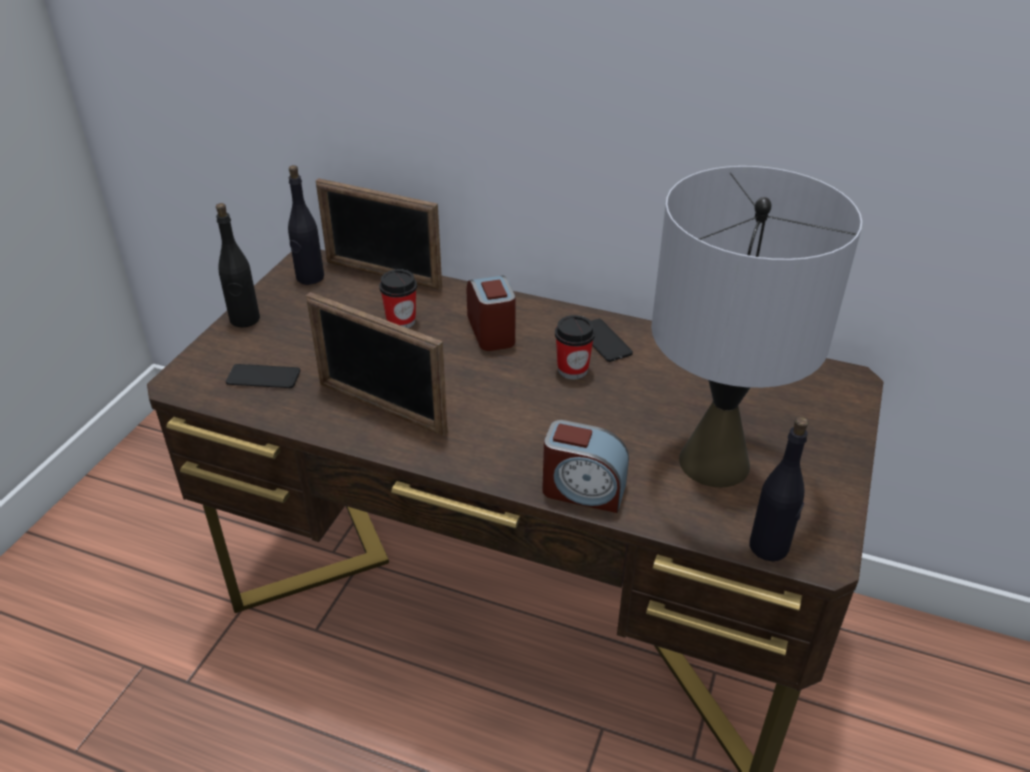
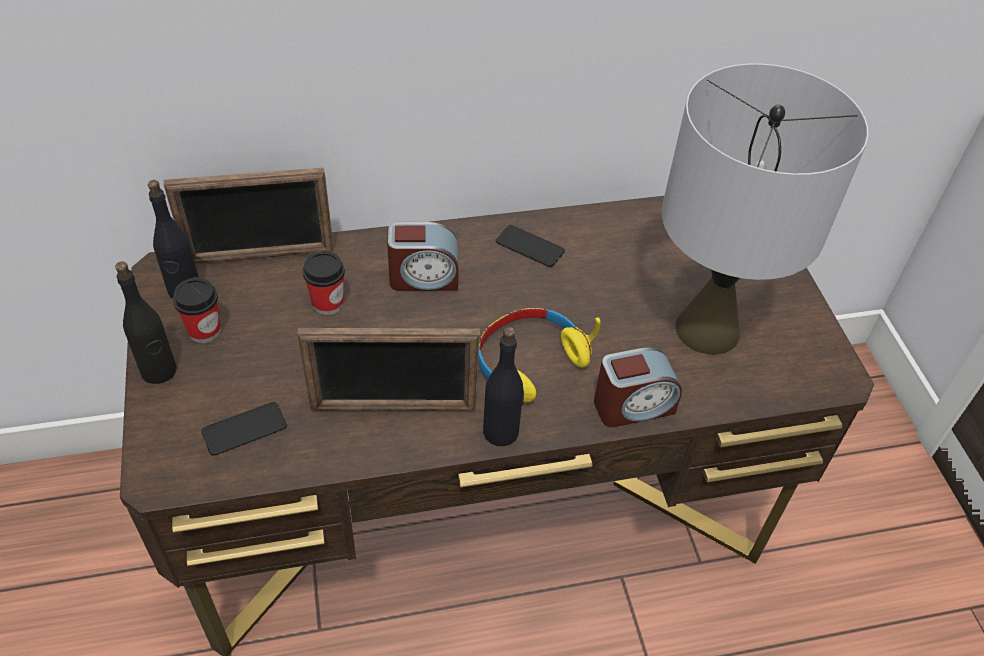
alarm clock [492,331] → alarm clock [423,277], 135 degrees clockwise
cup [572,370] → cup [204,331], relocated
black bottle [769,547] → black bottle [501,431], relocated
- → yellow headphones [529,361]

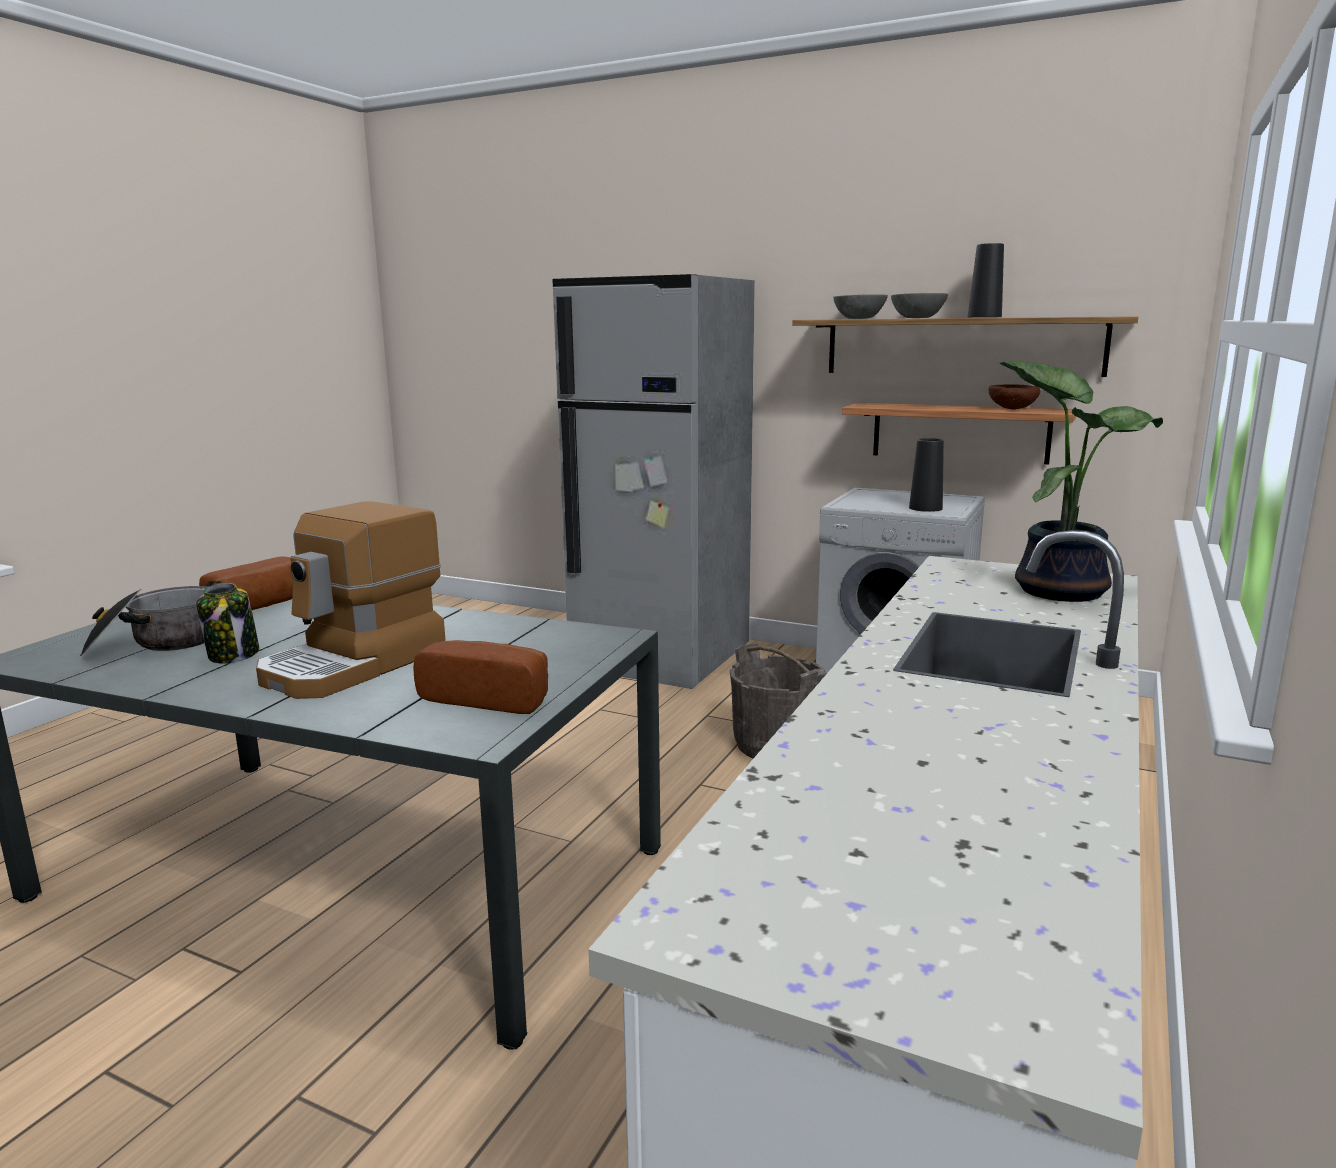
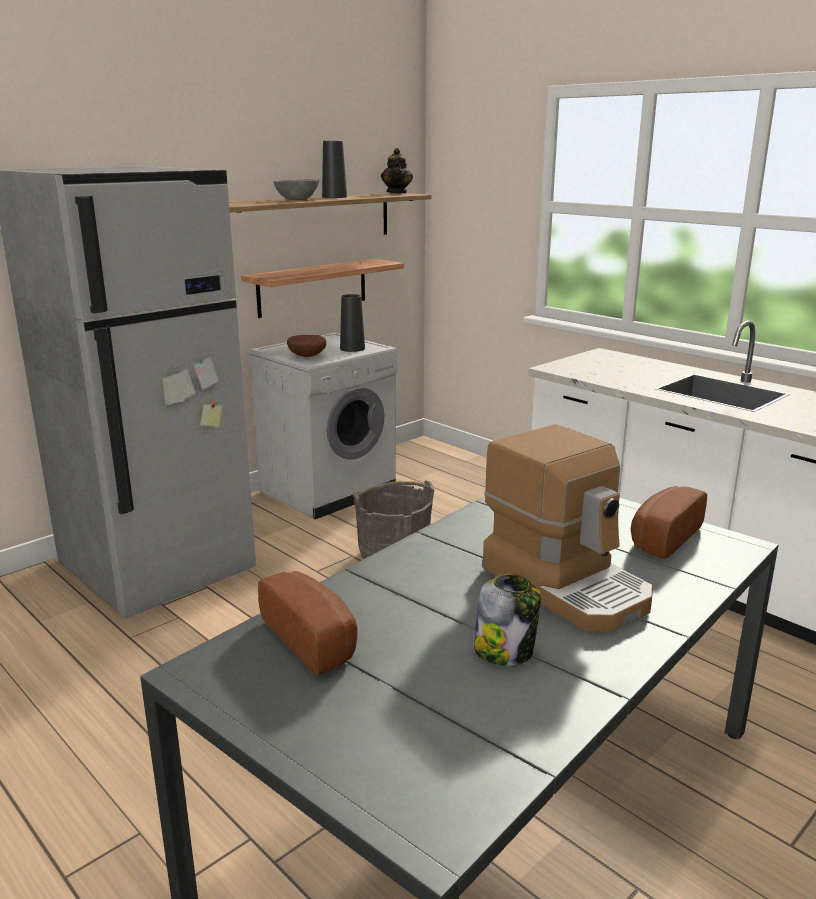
cooking pot [157,643] → -
grey bowl [859,318] → -
brown bowl [1011,409] → brown bowl [307,356], relocated
potted plant [1060,590] → -
- → teapot [397,193]

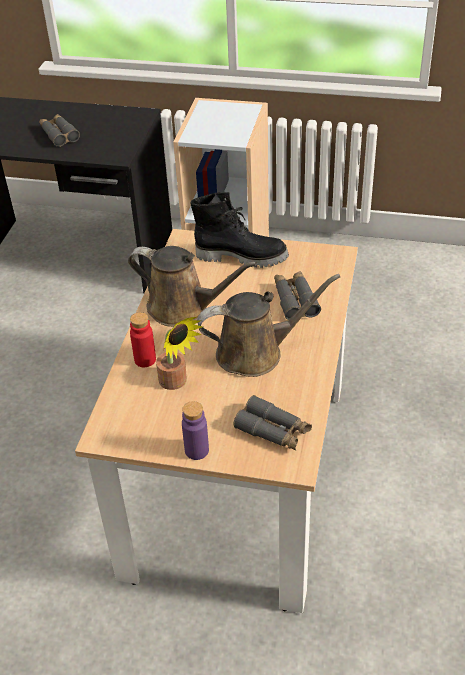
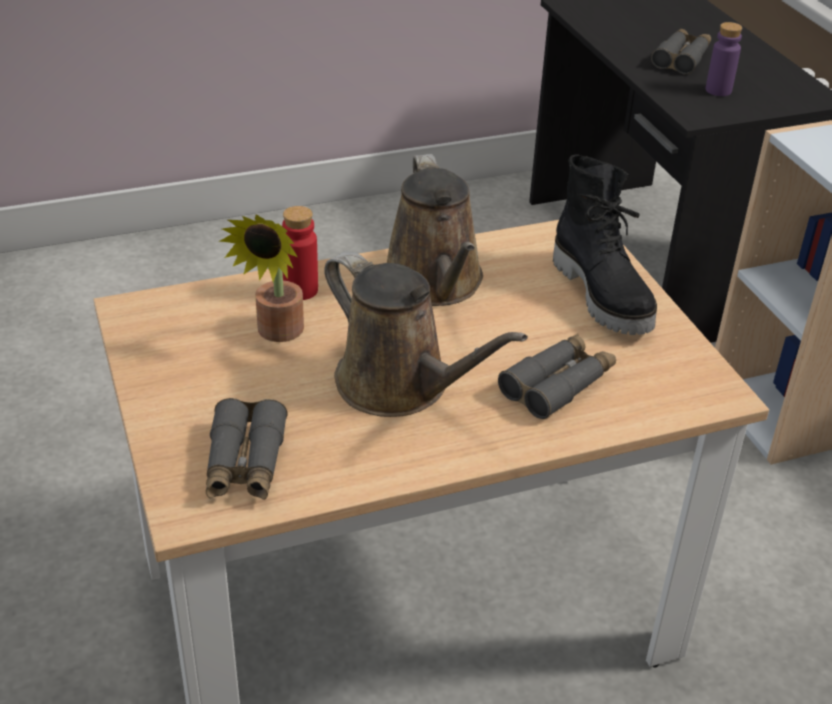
purple bottle [196,450] → purple bottle [718,90], relocated

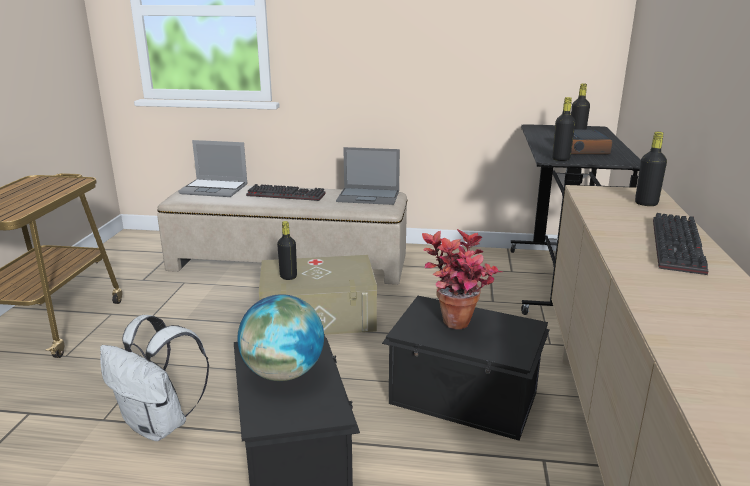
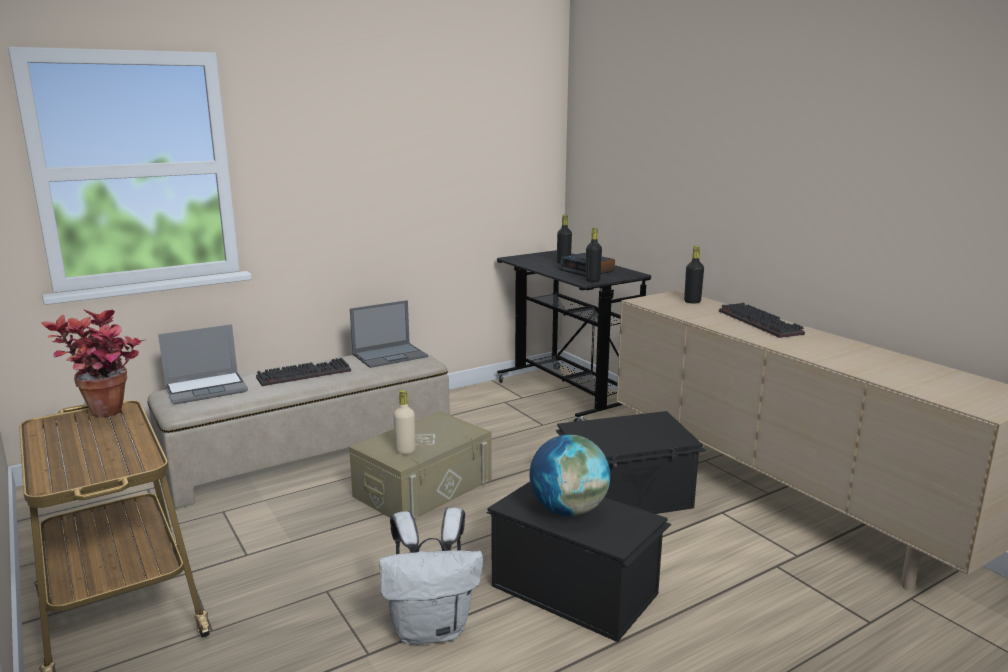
black bottle [288,277] → beige bottle [405,451]
potted plant [456,329] → potted plant [108,416], relocated

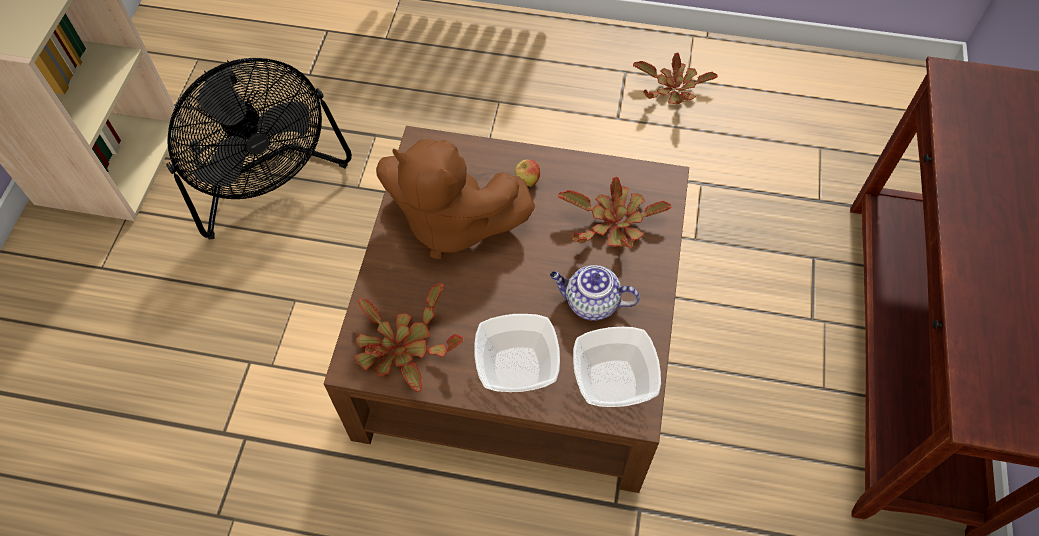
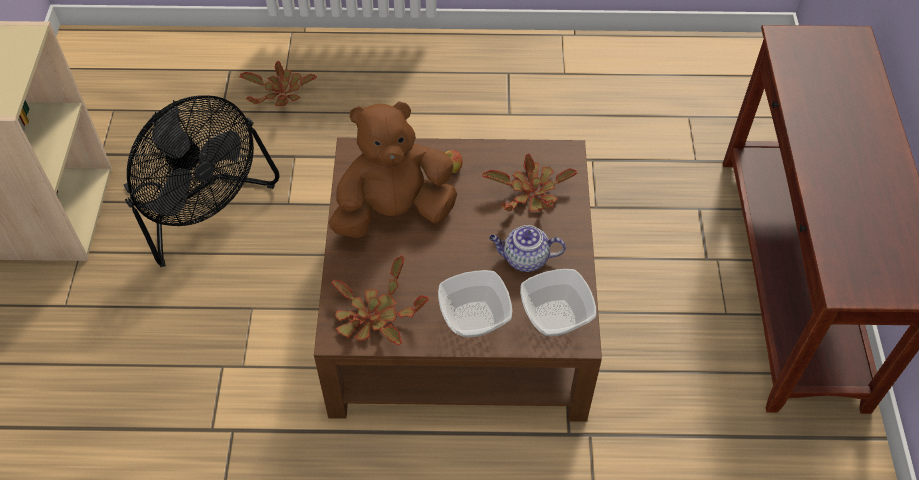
brown plush toy [451,223] → brown plush toy [394,212], 150 degrees clockwise
potted plant [673,89] → potted plant [280,94], relocated

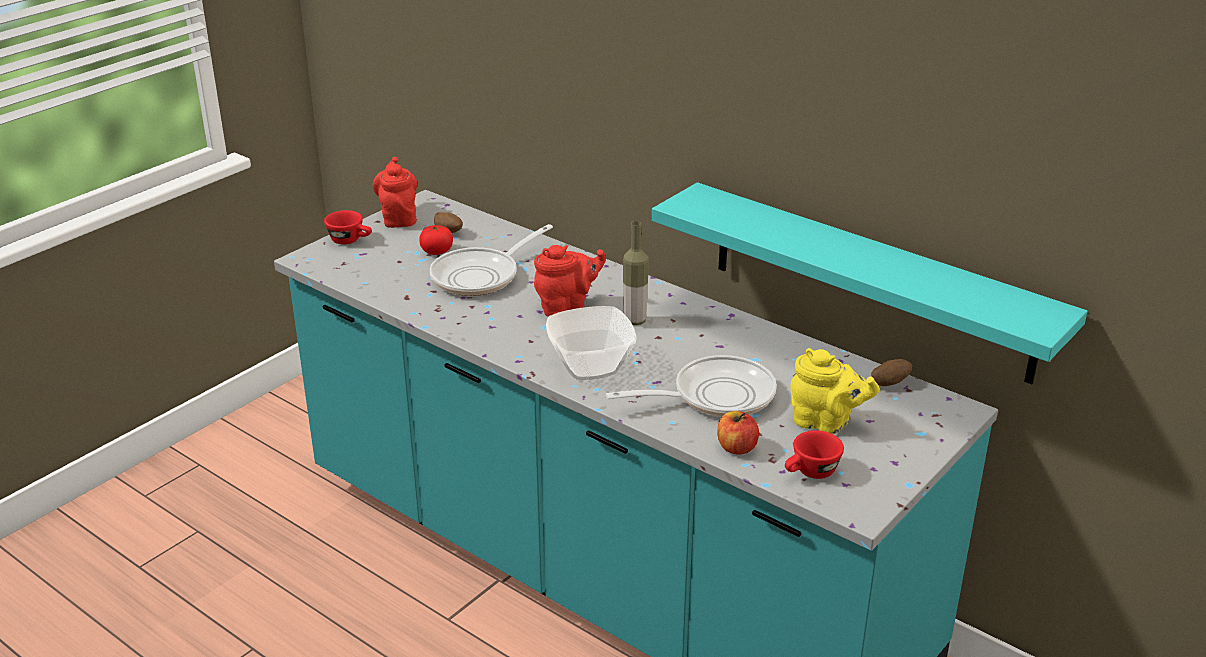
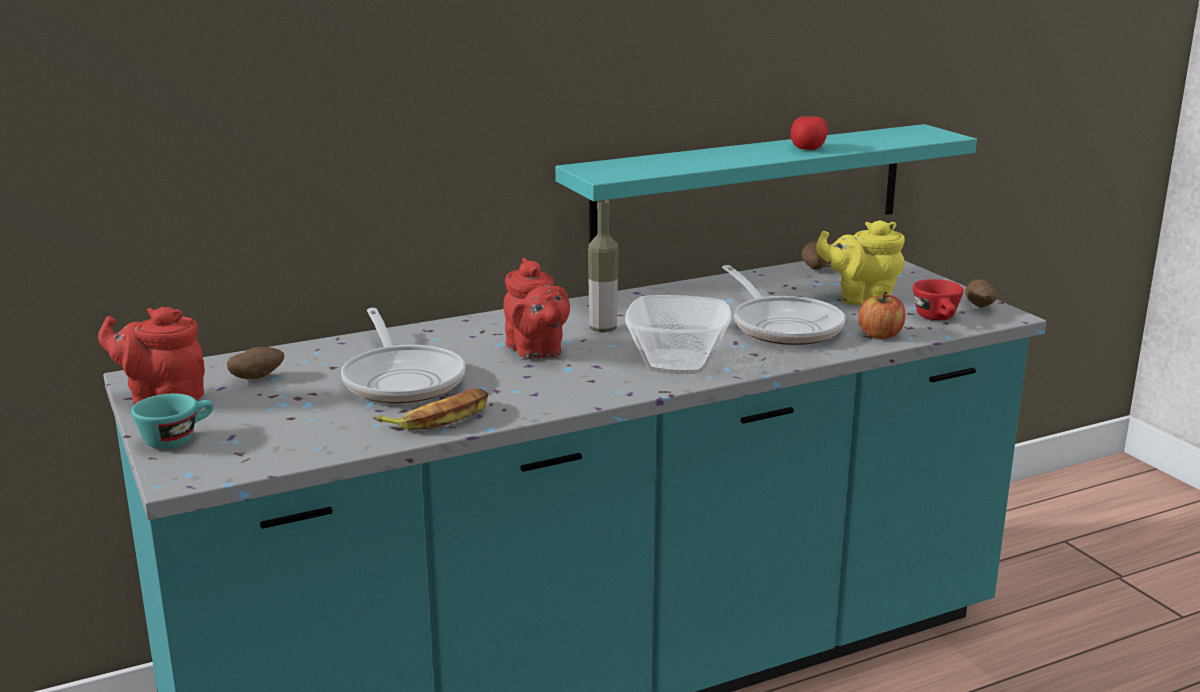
red cup [351,240] → turquoise cup [177,439]
tomato [437,251] → tomato [808,148], relocated
red teapot [567,307] → red teapot [536,351], 150 degrees clockwise
frying pan [715,396] → frying pan [783,326], 150 degrees clockwise
yellow teapot [826,423] → yellow teapot [861,299], 135 degrees counterclockwise
- → banana [438,418]
- → potato [979,307]

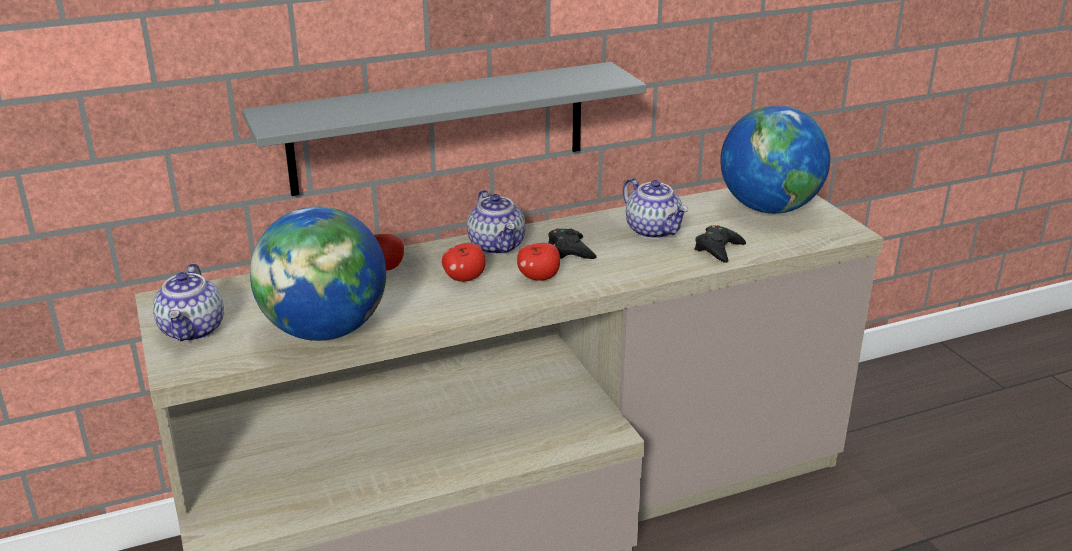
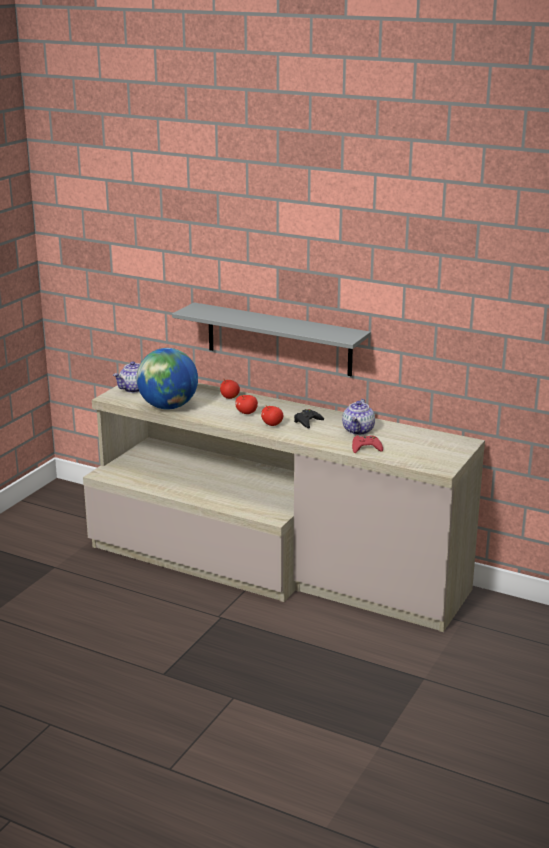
teapot [497,246] → -
black game controller [718,249] → red game controller [366,448]
globe [768,208] → -

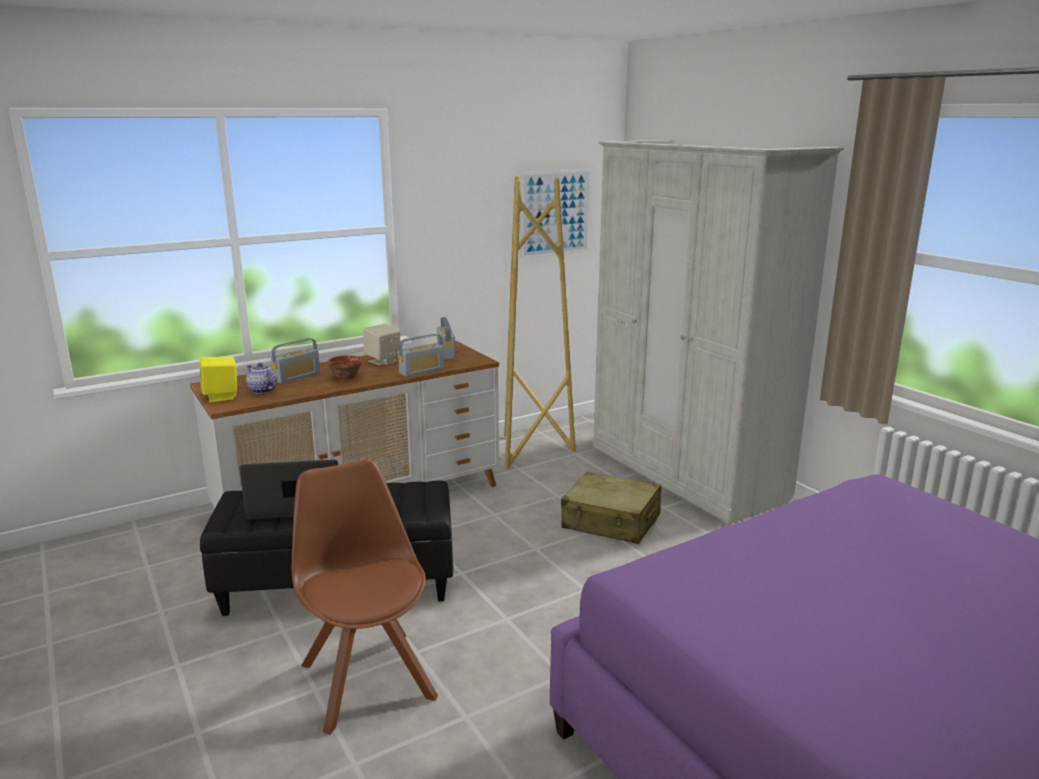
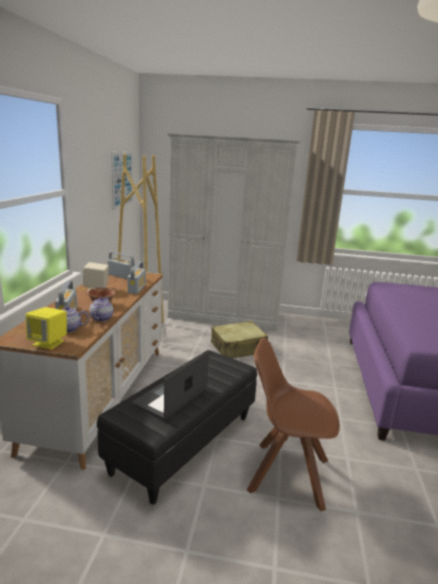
- → teapot [101,318]

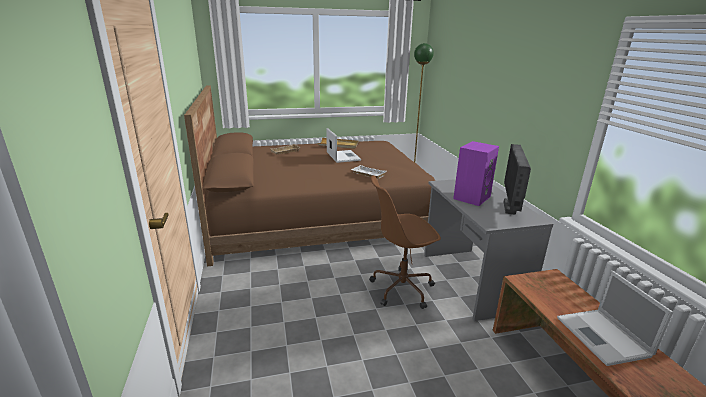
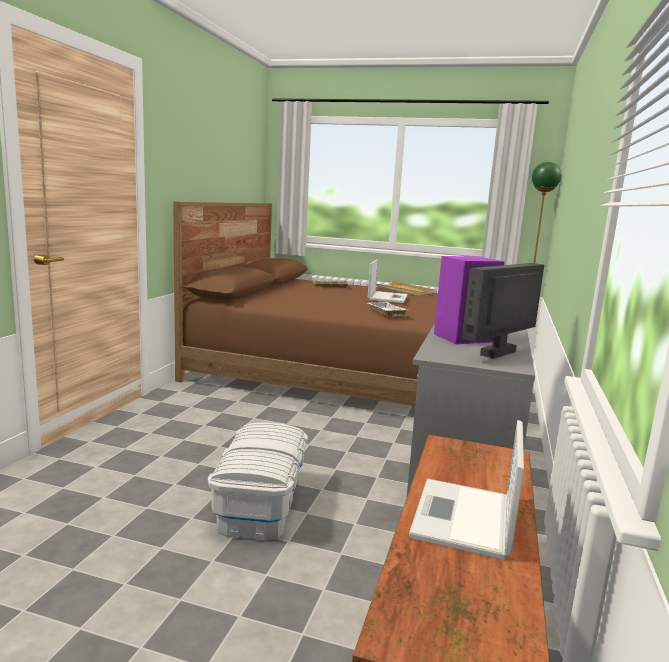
brown office chair [400,289] → -
- → white storage box [261,504]

